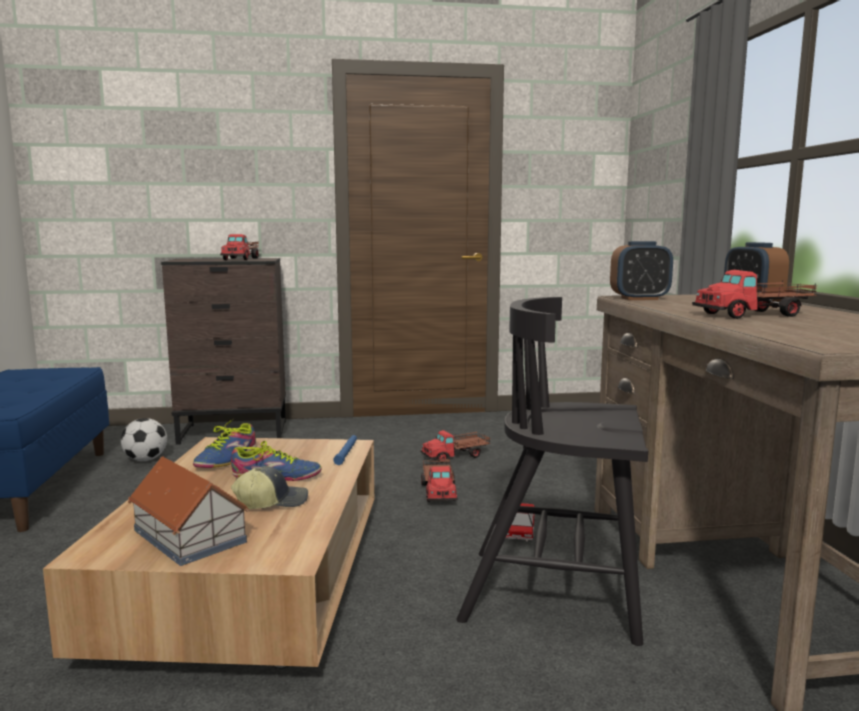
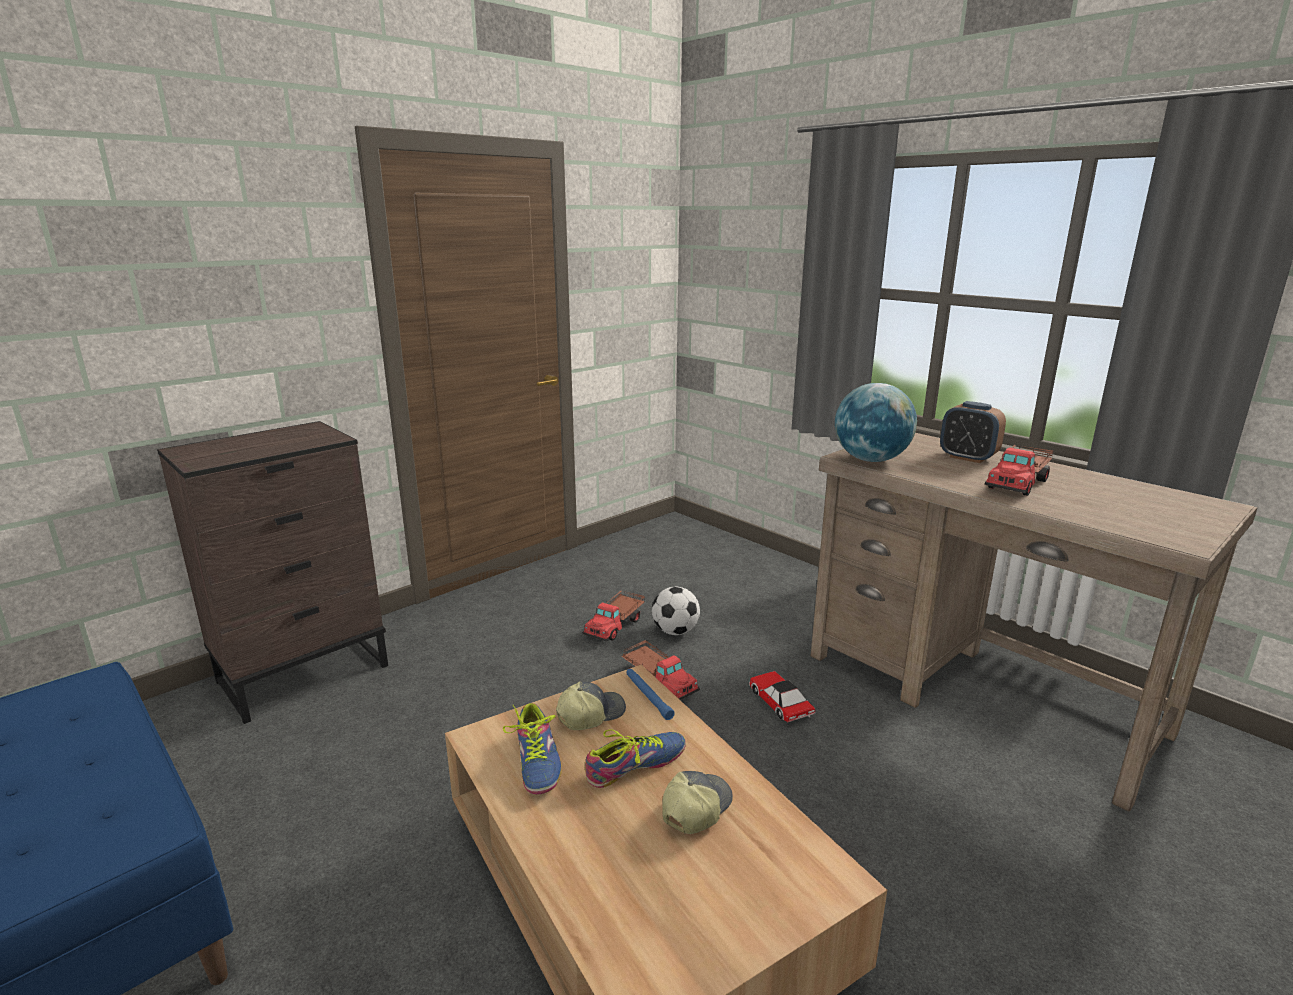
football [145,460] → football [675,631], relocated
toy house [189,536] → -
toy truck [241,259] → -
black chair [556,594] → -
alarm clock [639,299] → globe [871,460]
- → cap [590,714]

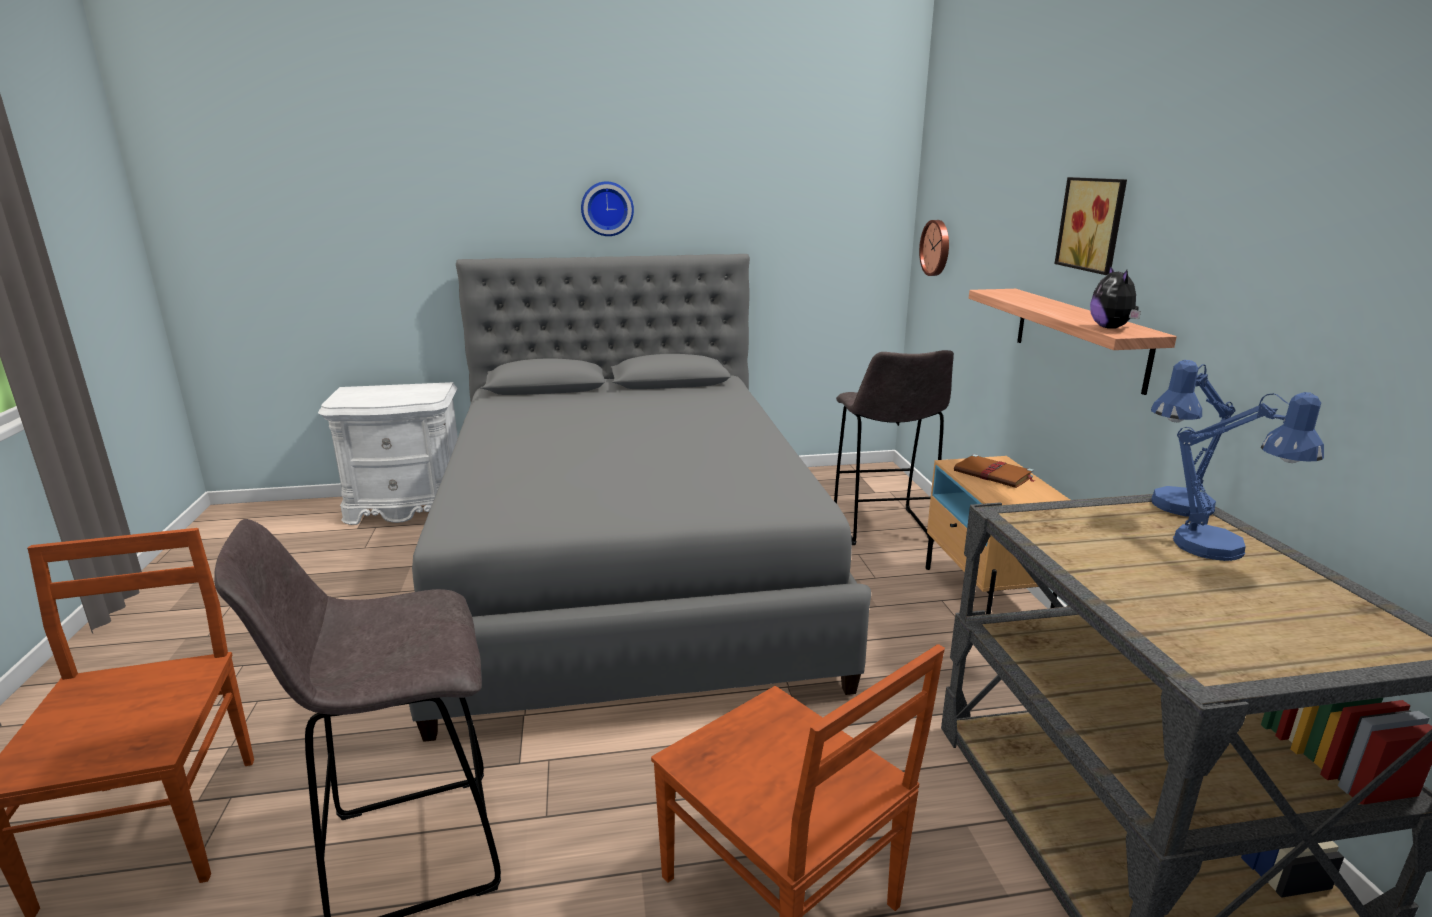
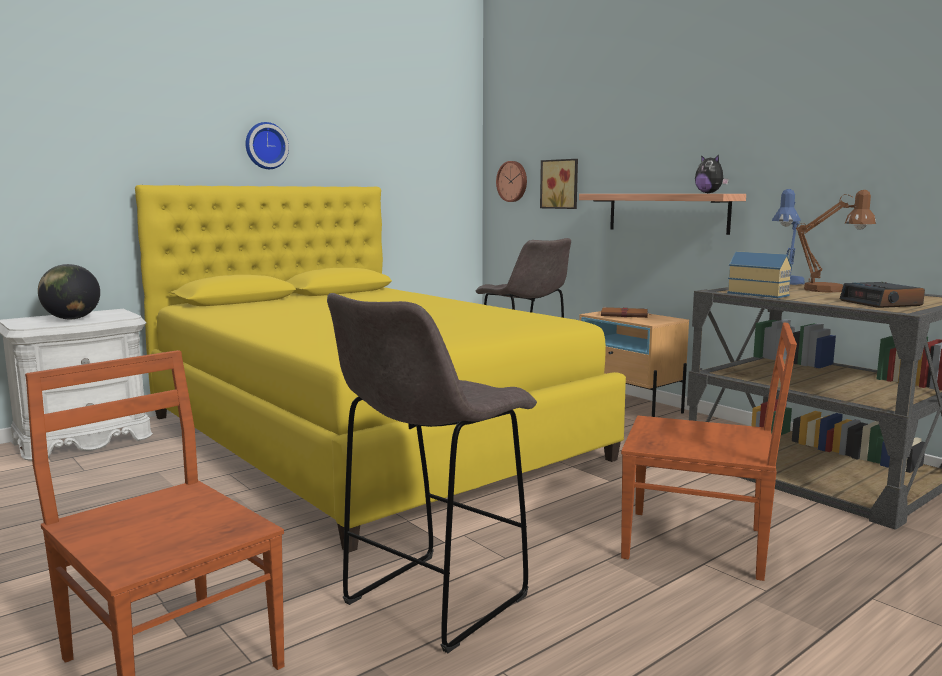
grey bed [629,567] → yellow bed [367,436]
picture [1094,224] → picture [560,184], relocated
blue table lamp [1223,551] → brown table lamp [832,290]
- → globe [72,319]
- → toy house [758,294]
- → alarm clock [881,303]

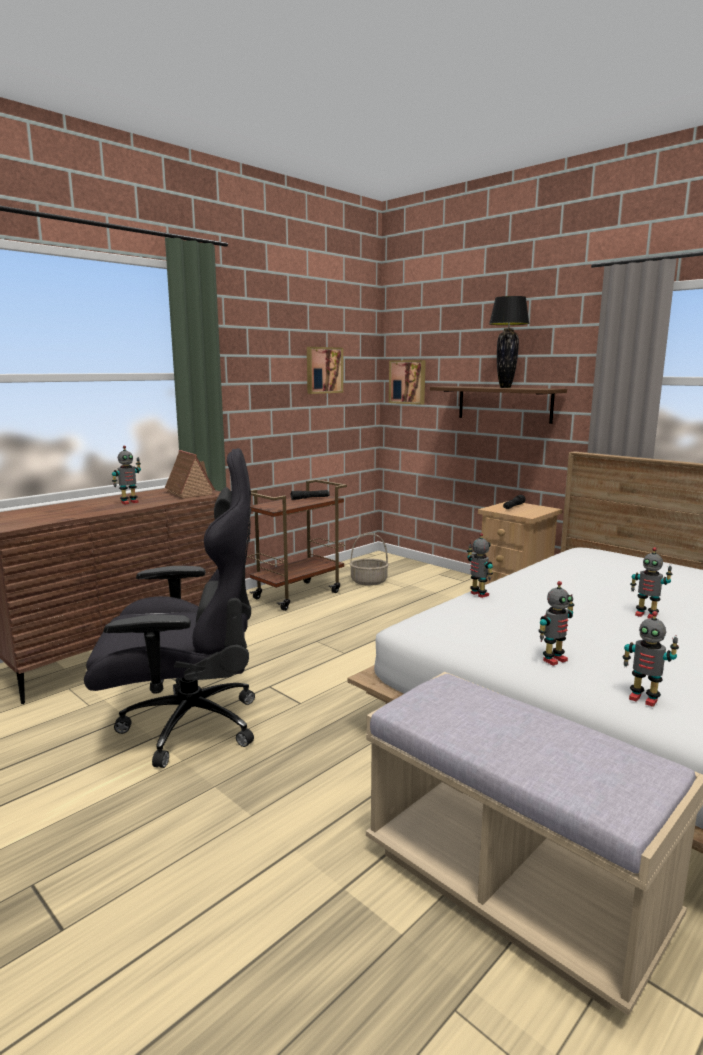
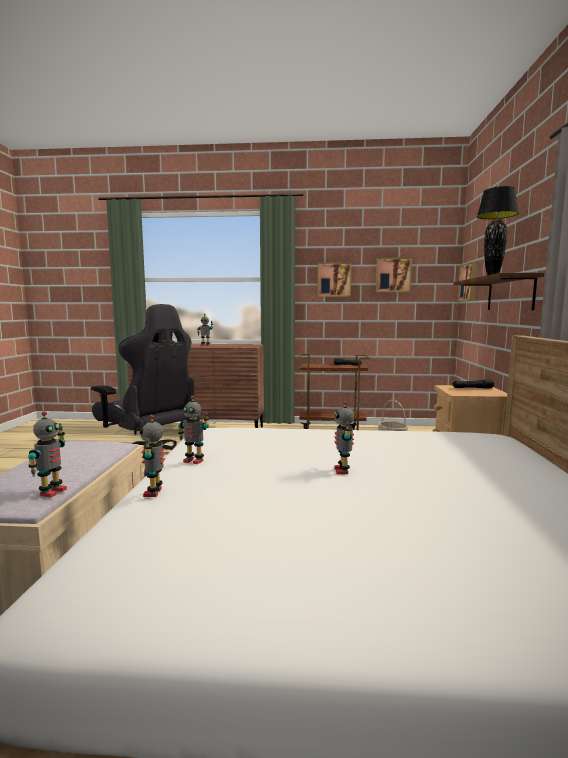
toy house [188,493] → -
toy robot [478,594] → toy robot [52,492], relocated
- → picture [334,279]

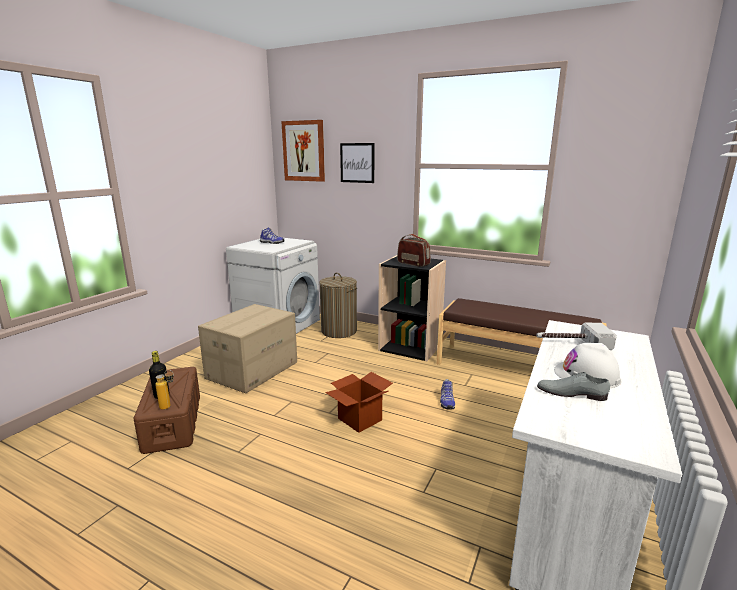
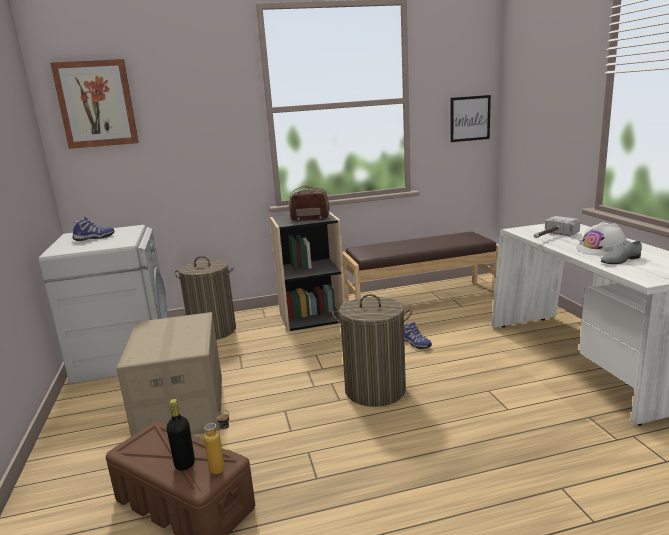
cardboard box [360,419] → laundry basket [375,390]
picture [357,163] → picture [470,118], relocated

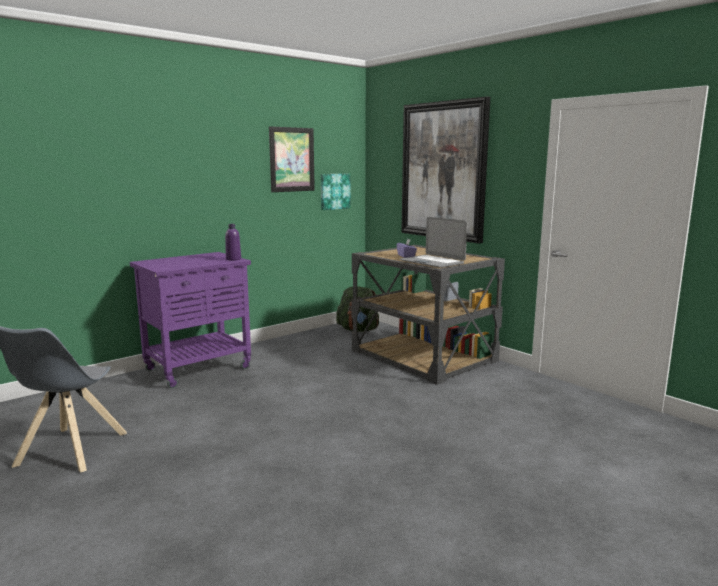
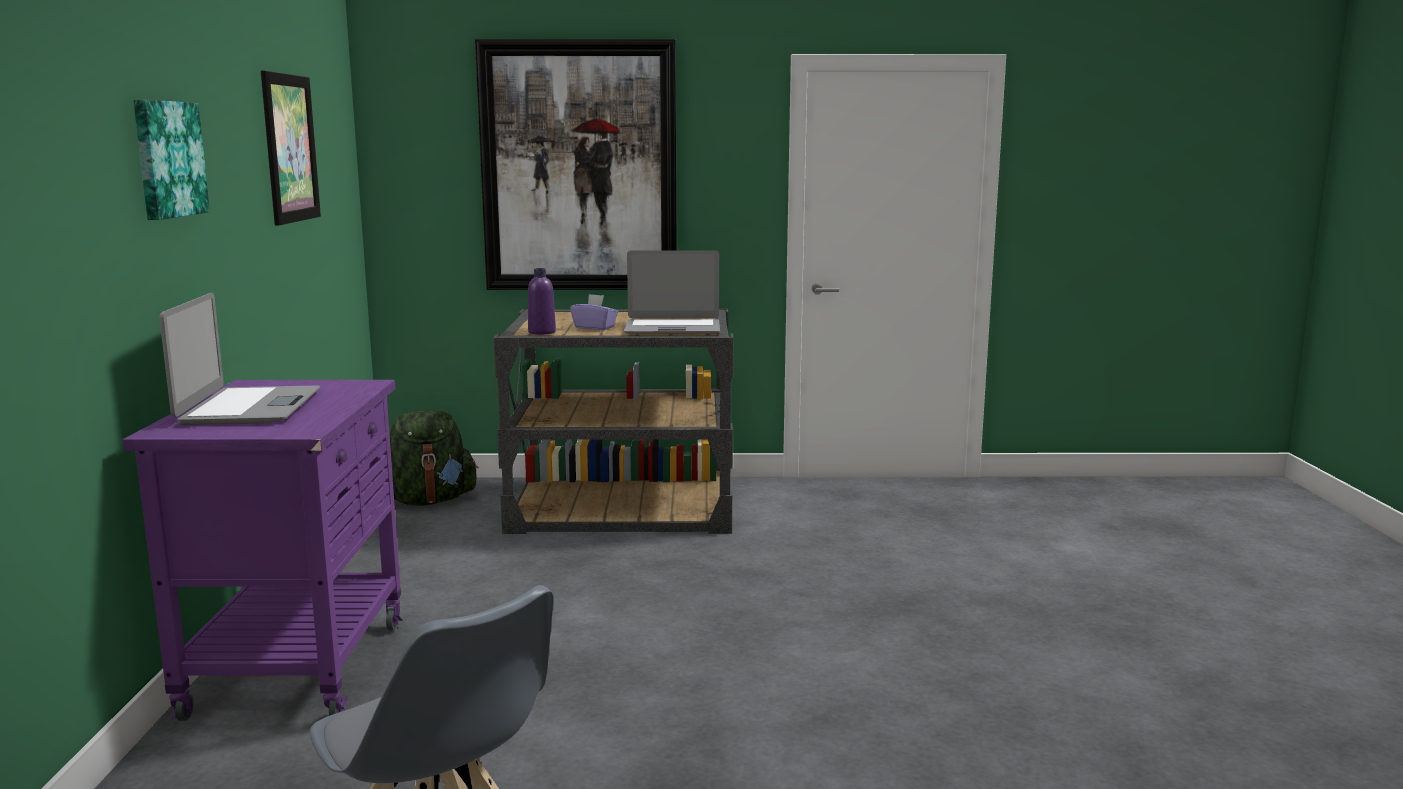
purple bottle [233,259] → purple bottle [542,332], relocated
picture [334,191] → picture [167,159], relocated
- → laptop [249,408]

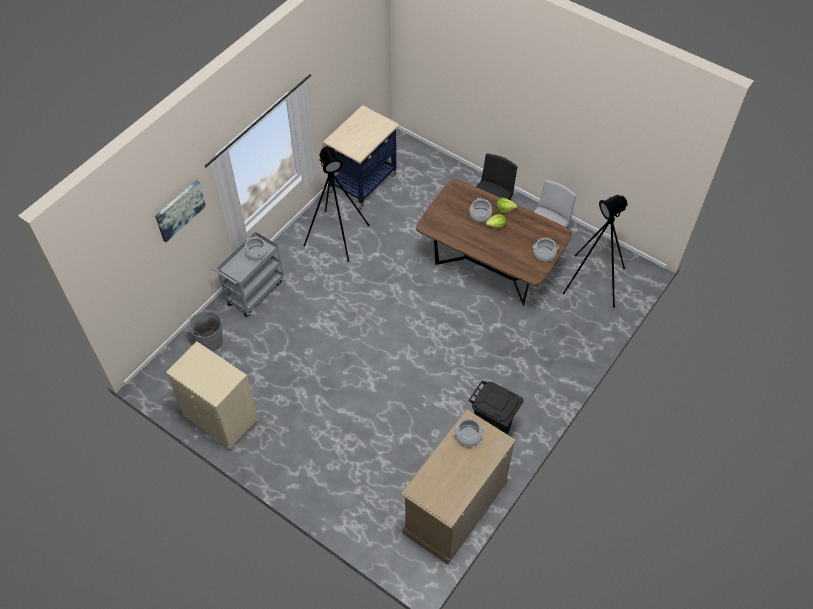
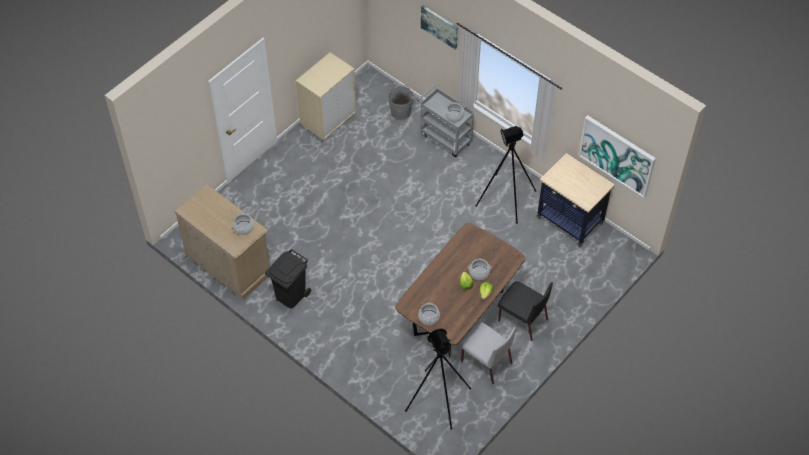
- → picture [617,155]

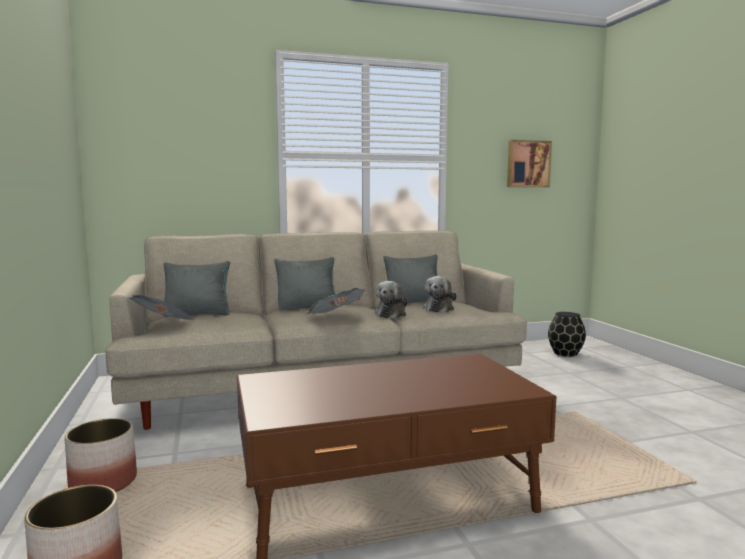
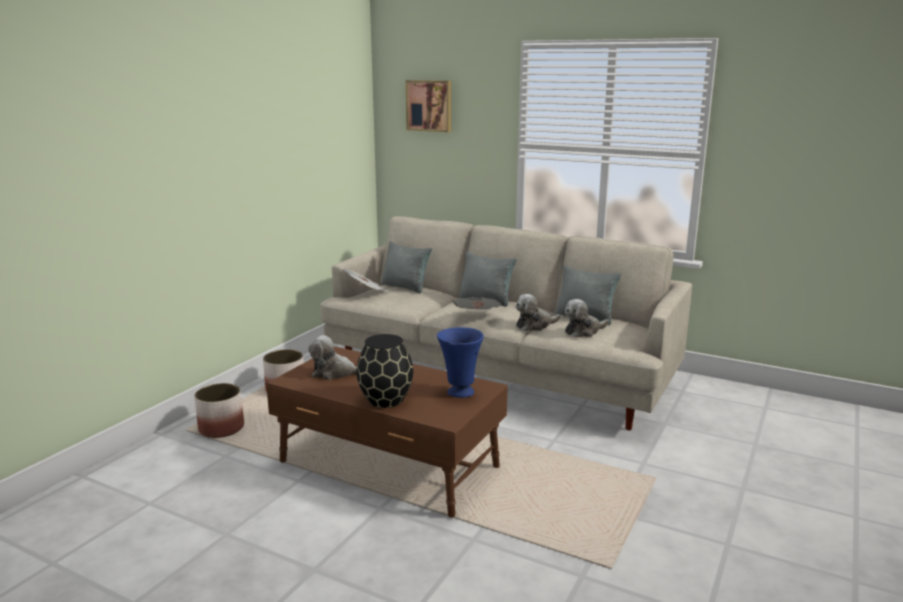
picture [527,164] → picture [429,105], relocated
black vase [565,353] → black vase [385,400], relocated
- → plush toy [335,373]
- → blue vase [459,392]

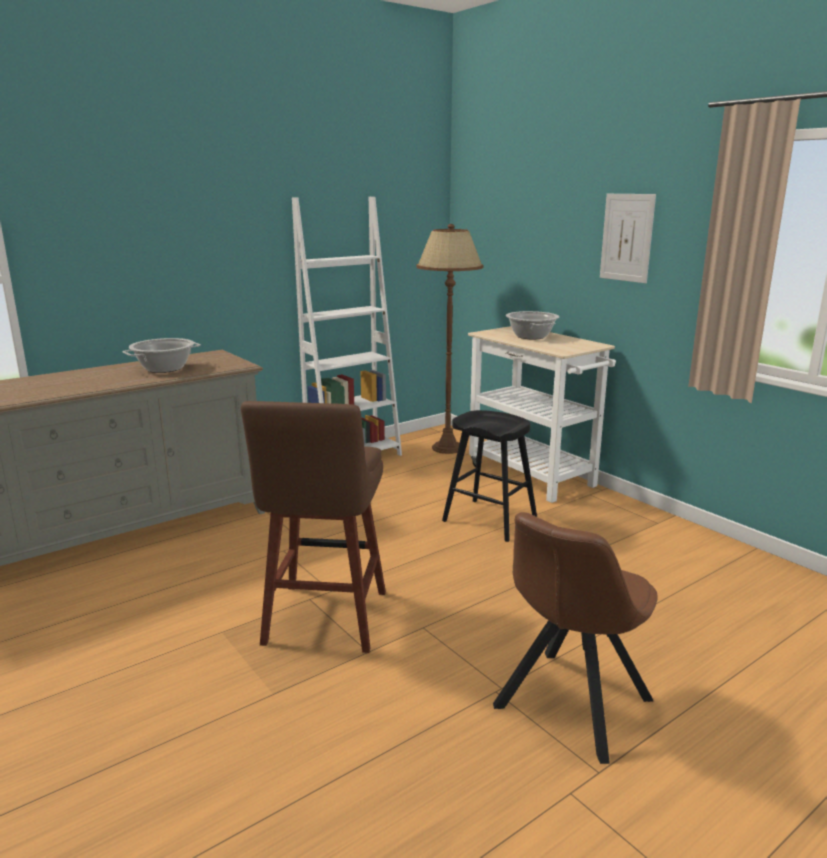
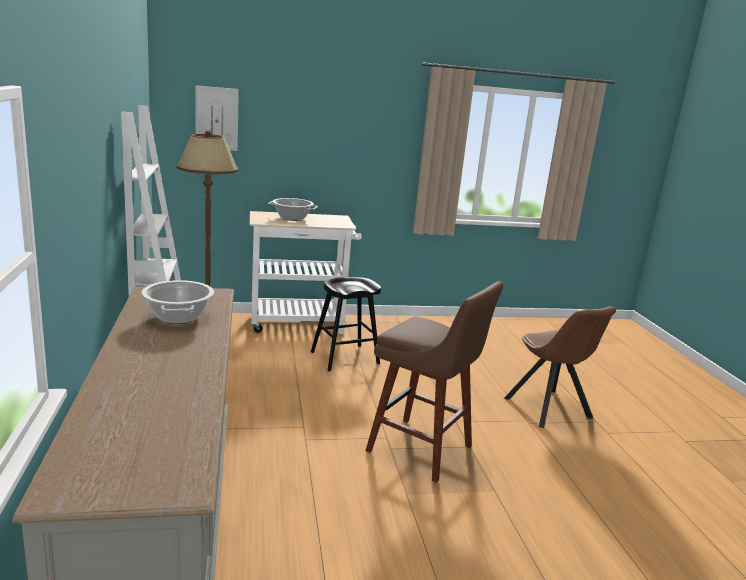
picture [627,237] → picture [216,118], relocated

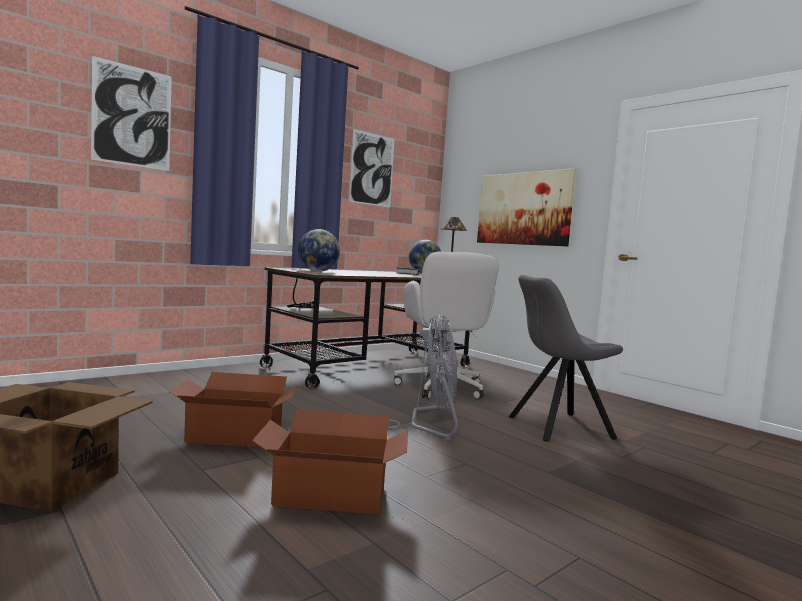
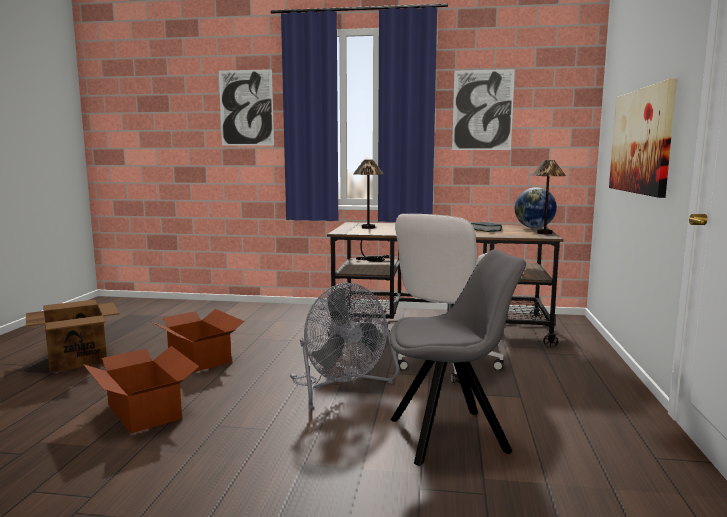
globe [318,271] → table lamp [368,227]
grey chair [558,427] → grey chair [449,436], 135 degrees clockwise

